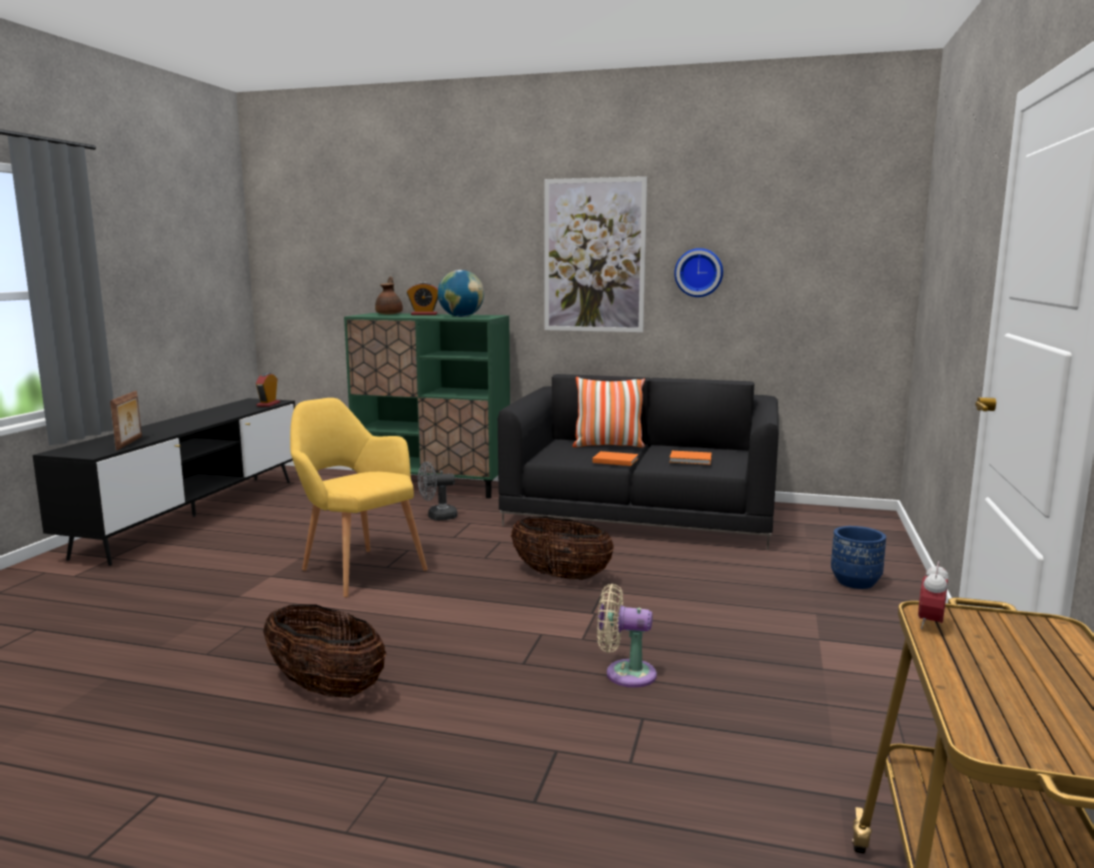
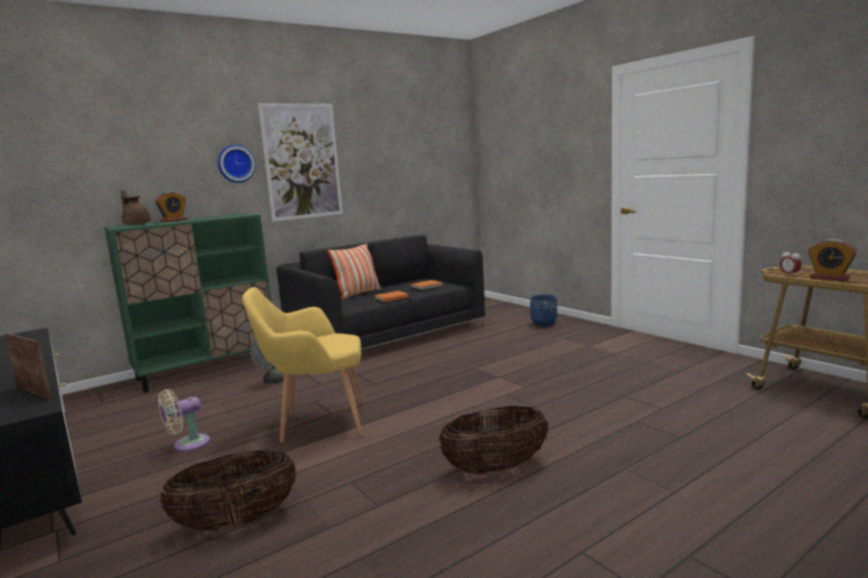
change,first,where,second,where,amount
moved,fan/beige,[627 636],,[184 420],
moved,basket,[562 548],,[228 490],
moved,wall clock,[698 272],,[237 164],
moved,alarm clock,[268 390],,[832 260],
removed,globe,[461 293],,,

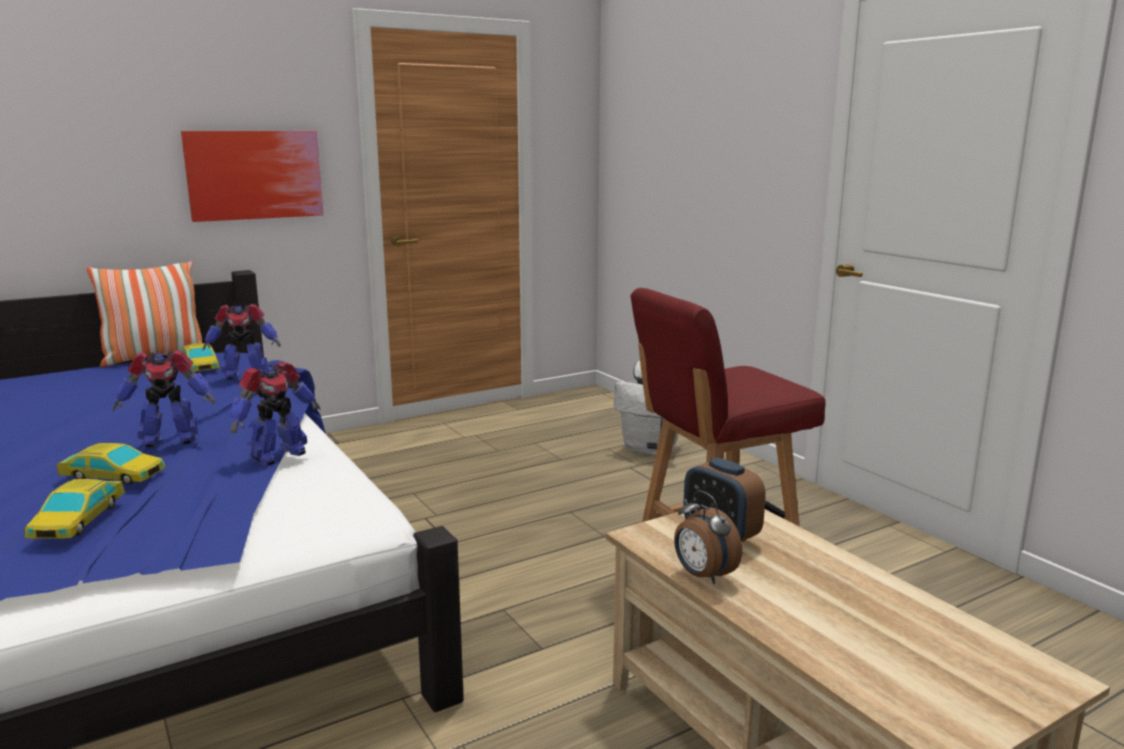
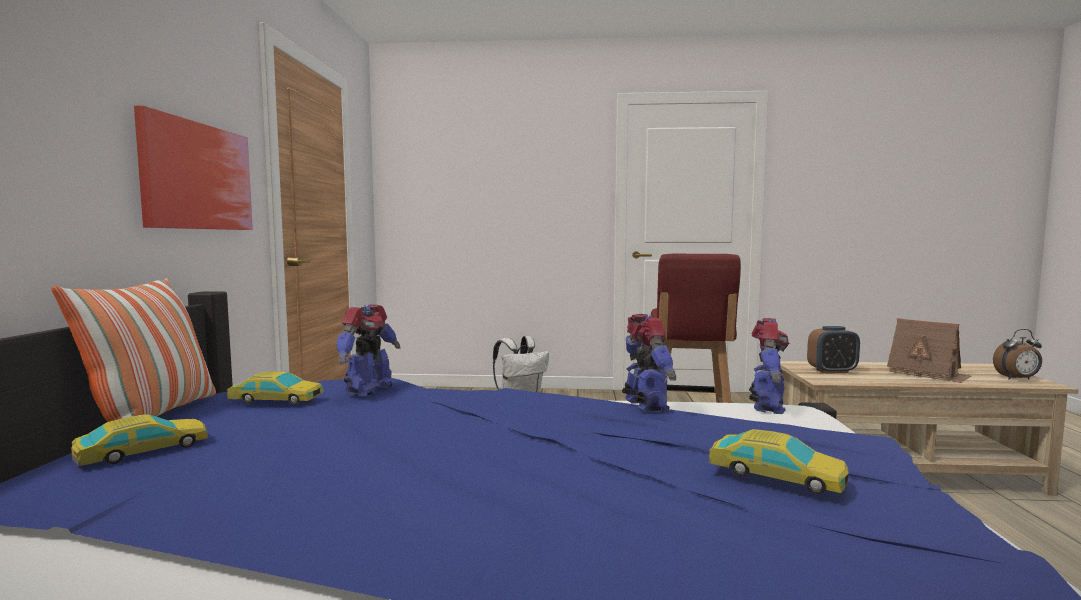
change,first,where,second,where,amount
moved,toy car,[111 464],,[139 440],
moved,toy robot,[164 398],,[769 366],
added,,,toy house,[929 350],
moved,alarm clock,[708 537],,[1017 354],

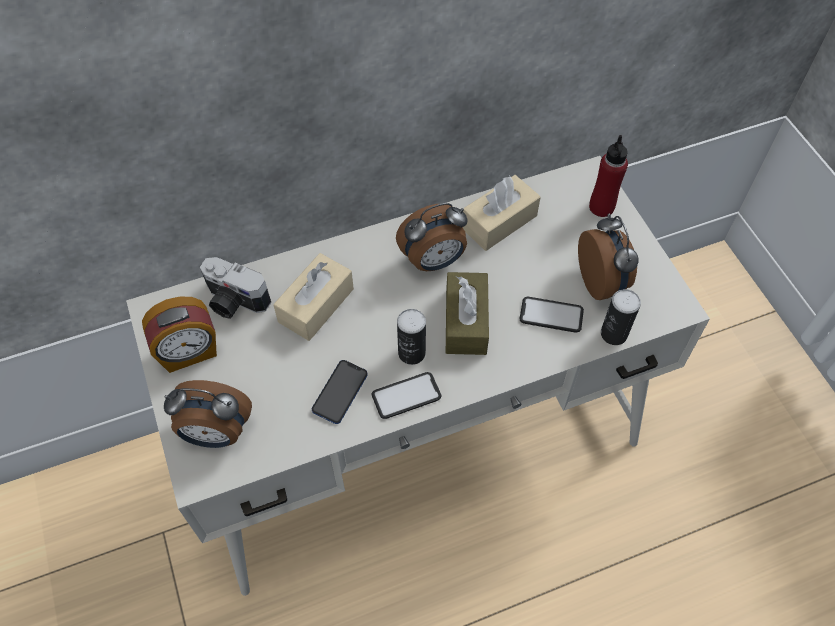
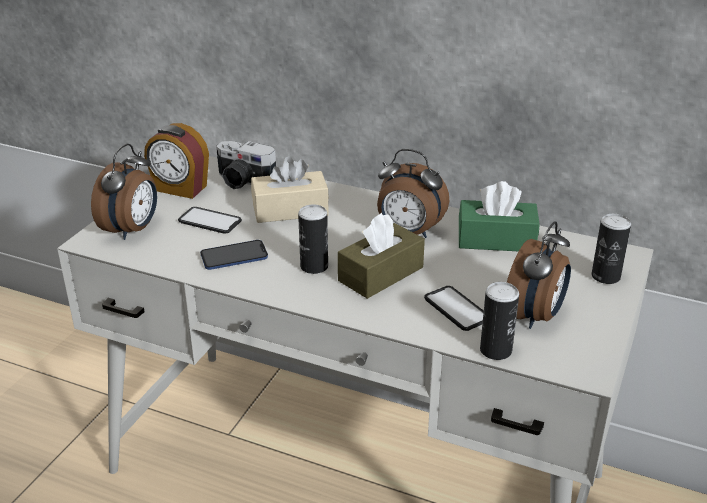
change,first,where,second,where,amount
turned,alarm clock,[208 414],,[124 192],120 degrees counterclockwise
moved,phone,[406 395],,[210 220],
turned,photo camera,[235 288],,[246 165],45 degrees counterclockwise
recoloured,tissue box/beige,[502 213],tissue box/green,[499 216],
replaced,bottle/red,[608 176],can,[611 249],

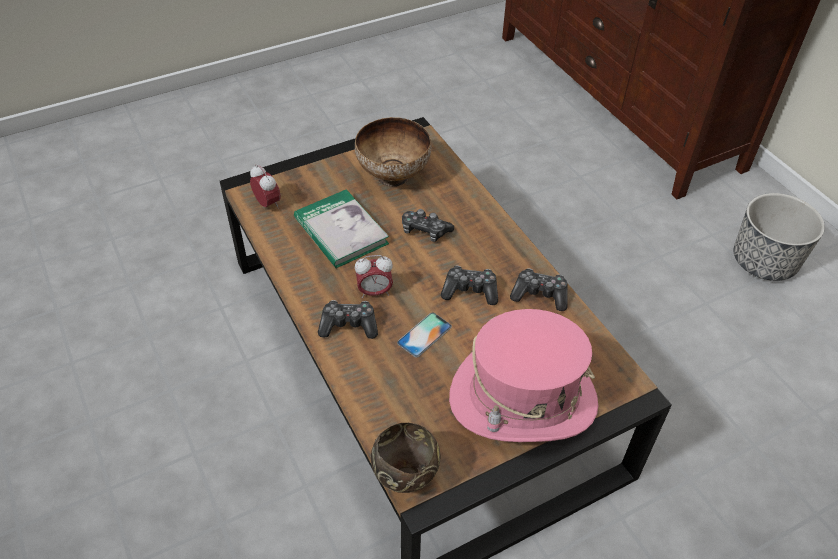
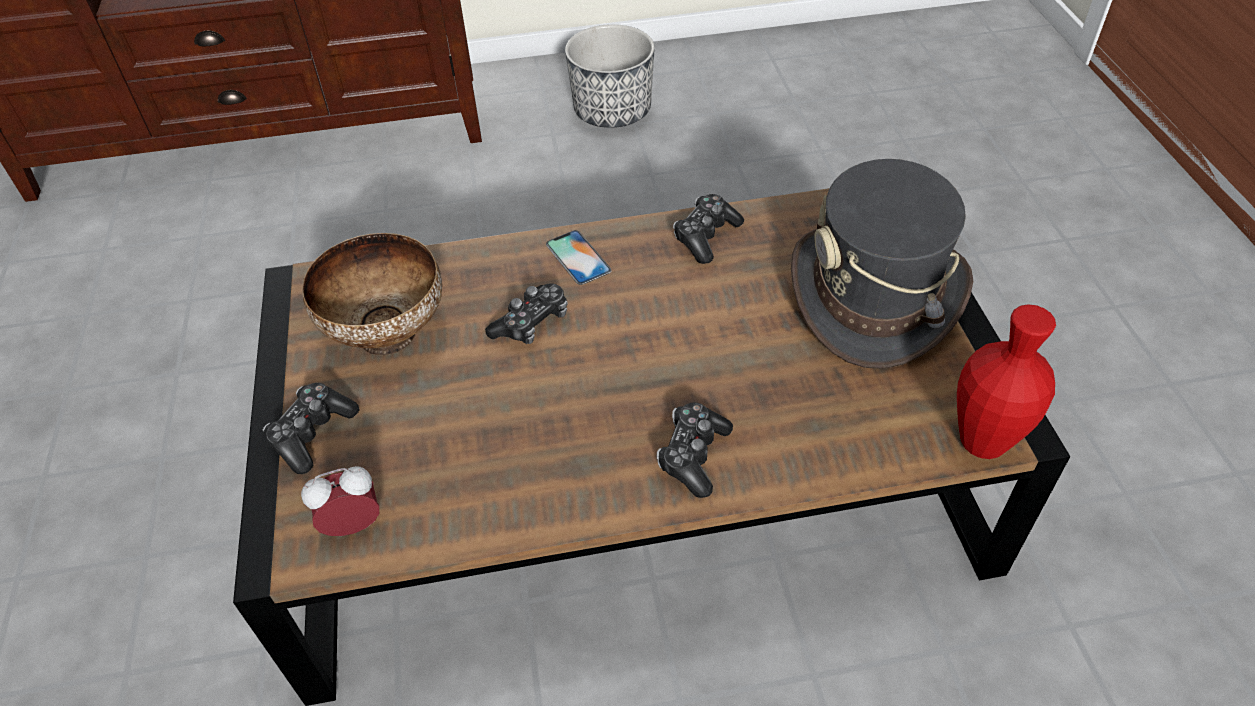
change,first,where,second,where,amount
moved,game controller,[469 285],,[311 428],
moved,phone,[424 335],,[579 257],
recoloured,hat/pink,[523 375],hat/grey,[882 264],
replaced,bowl/brown,[406 458],vase/red,[1006 381],
removed,book,[341 228],,,
removed,alarm clock,[374 276],,,

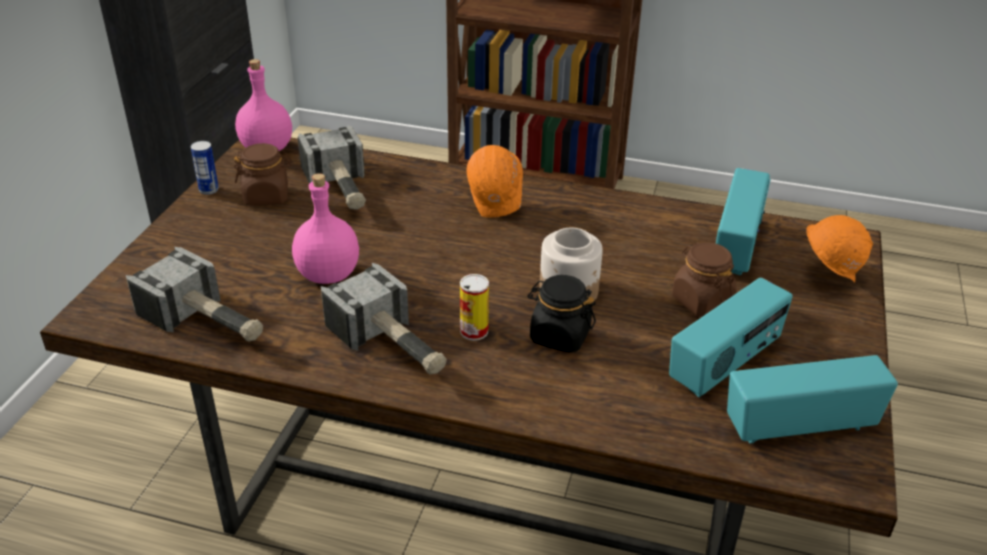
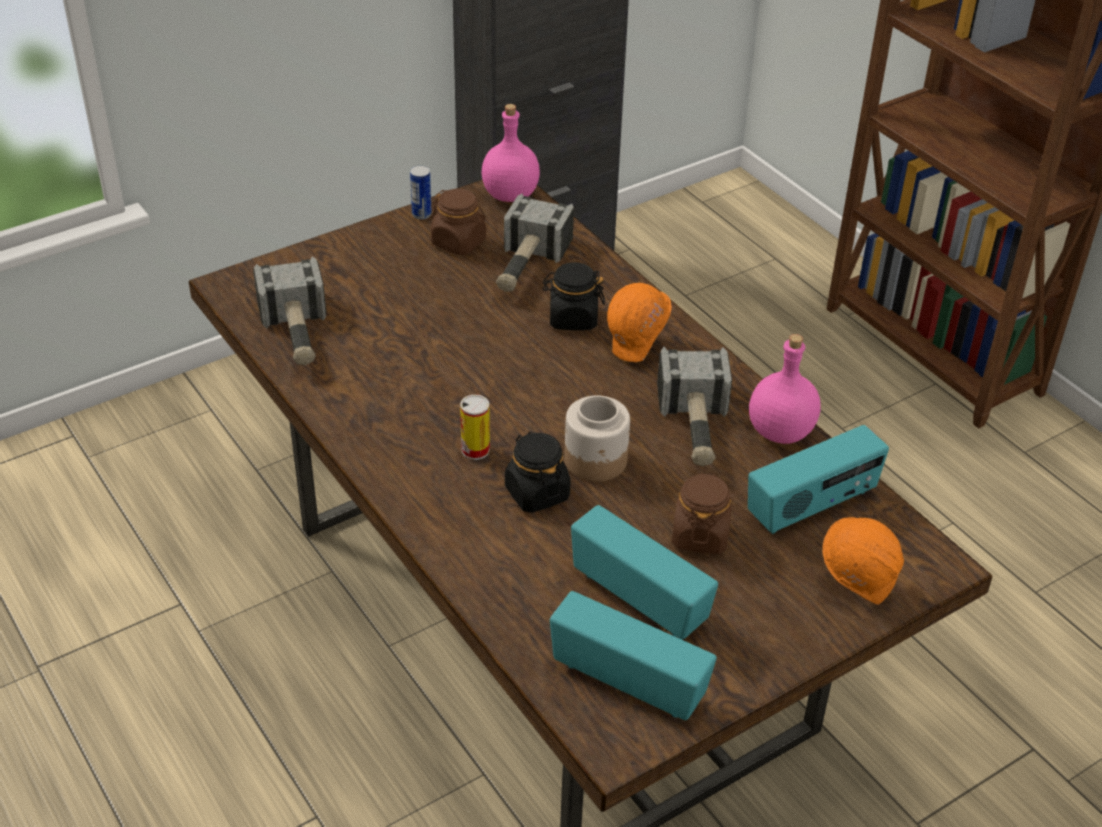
change,first,where,second,where,amount
added,,,jar/black,[574 296],
turned,radio,[731 337],,[644 572],135 degrees counterclockwise
moved,hammer,[384 319],,[694 406],
moved,bottle/pink,[325 228],,[785 389],

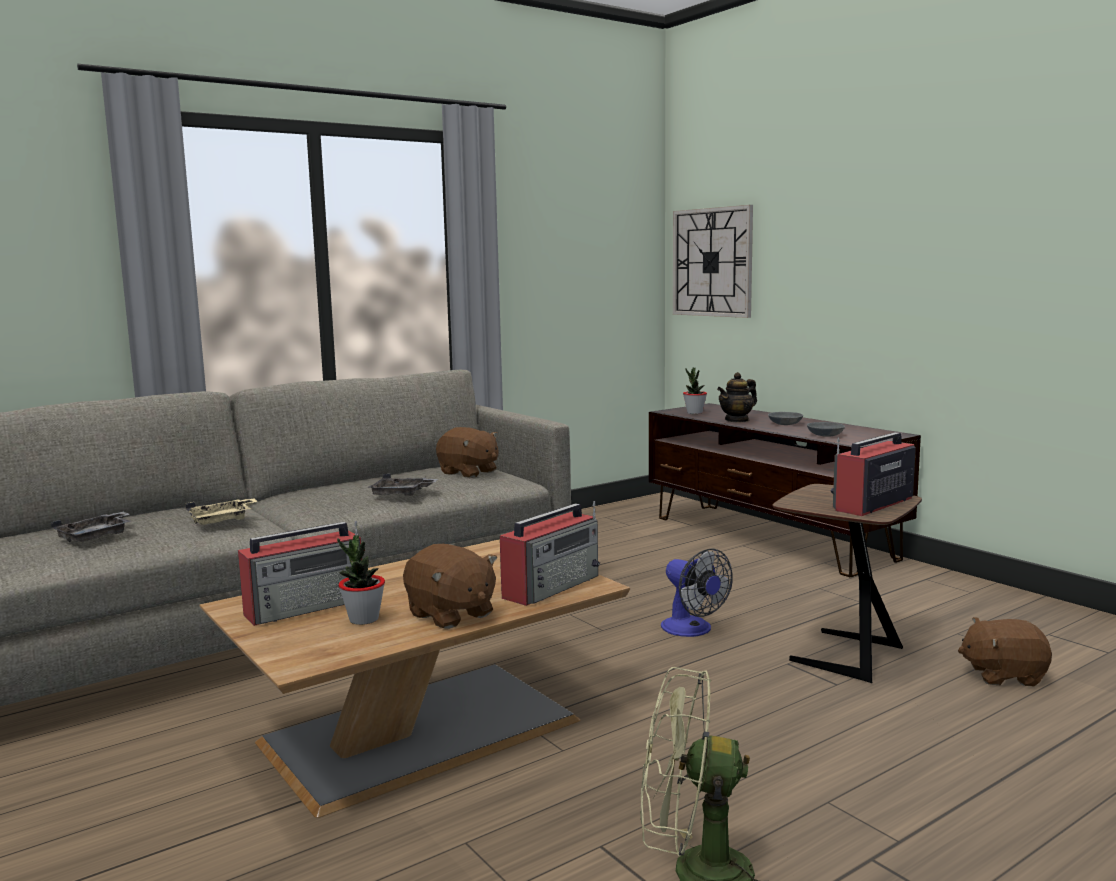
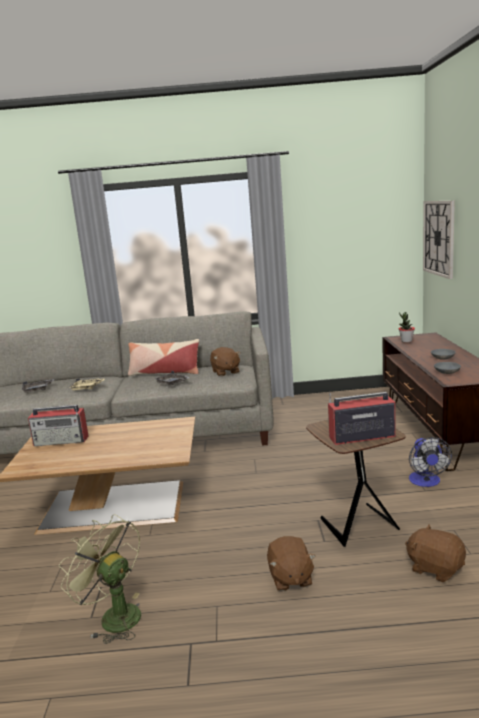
change,first,where,second,where,amount
added,,,pillow,[163 357],
moved,plush toy/brown,[450 586],,[291 563],
moved,fan,[697 593],,[430 462],
removed,potted plant,[361 580],,,
removed,radio,[550 553],,,
removed,teapot,[737 397],,,

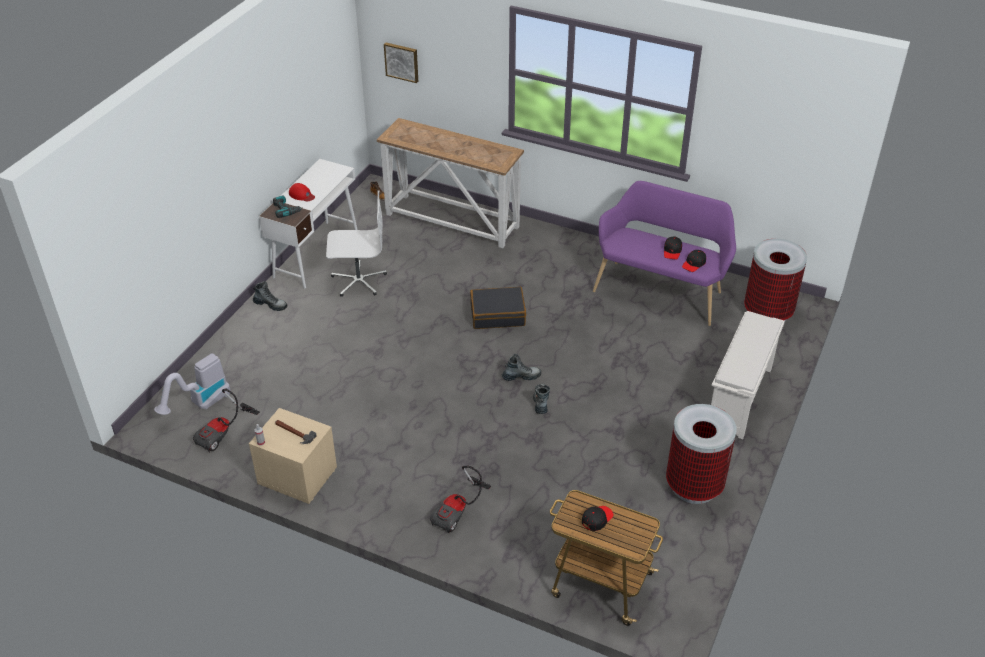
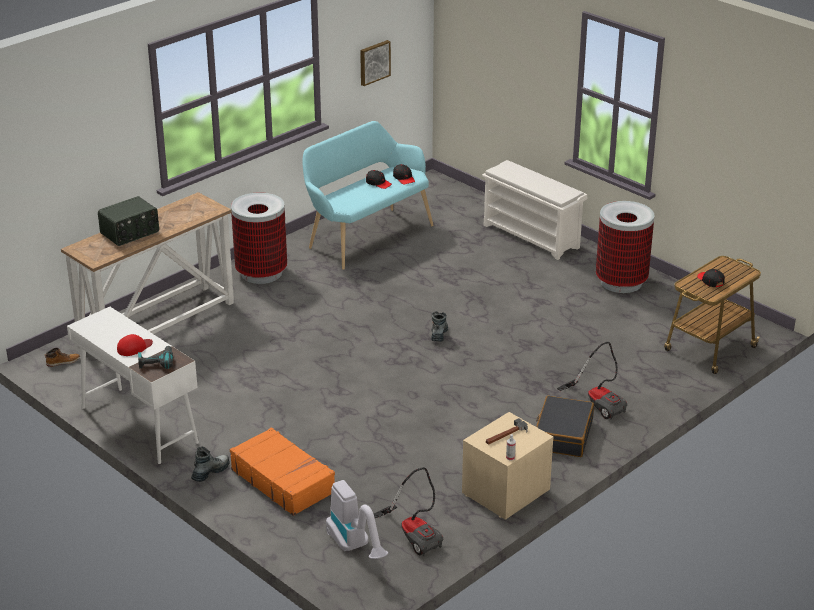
change,first,where,second,where,amount
added,,,radio,[128 221],
added,,,suitcase/orange,[282 472],
moved,trash can,[775 280],,[259 238],
recoloured,bench/purple,[664 253],bench/turquoise,[368 195],
moved,picture,[401 63],,[375 63],
moved,suitcase/black,[498 308],,[565 426],
removed,office chair/white,[356 243],,,
removed,boot,[541 399],,,

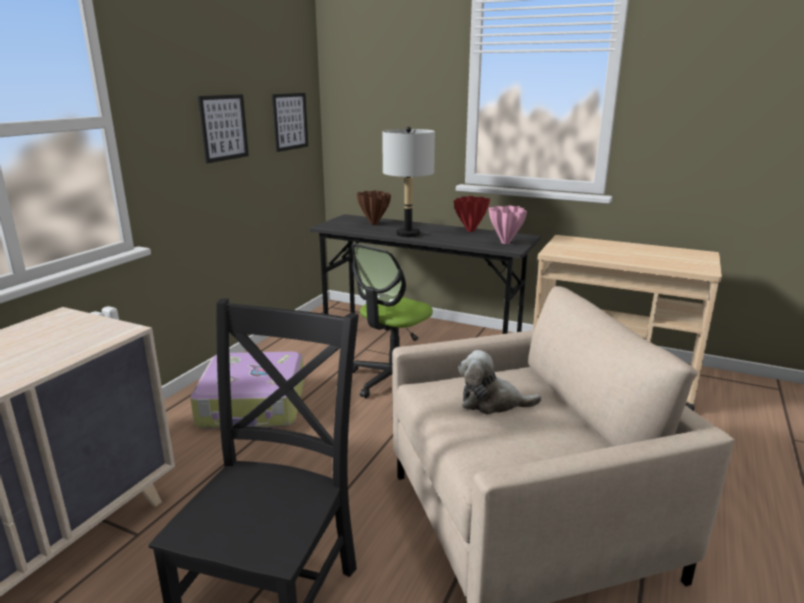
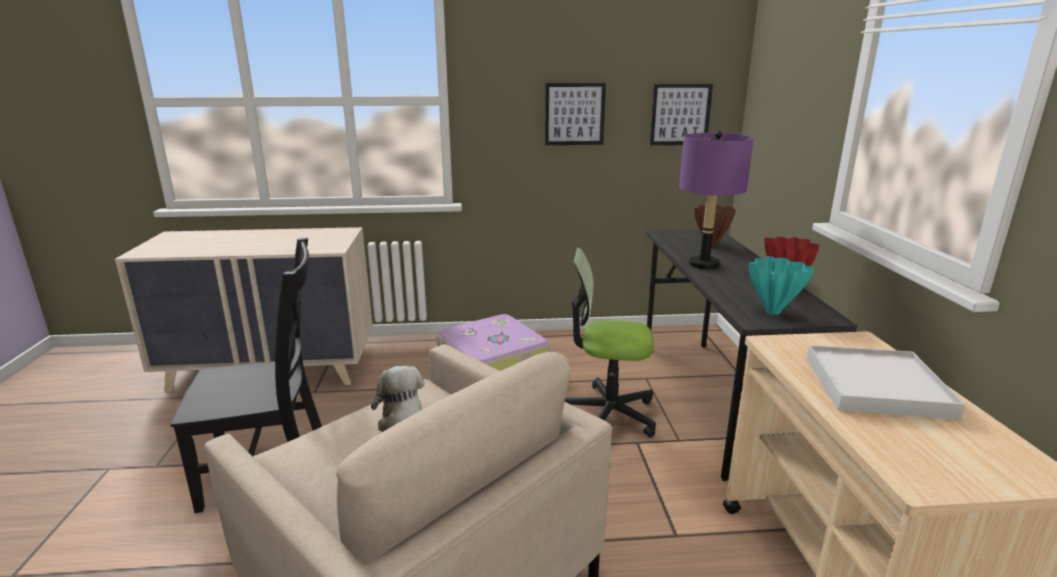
change,first,where,second,where,amount
recoloured,table lamp/grey,[408 182],table lamp/purple,[716 200],
recoloured,vase/pink,[508 224],vase/turquoise,[781 285],
added,,,tray/white,[886 382],

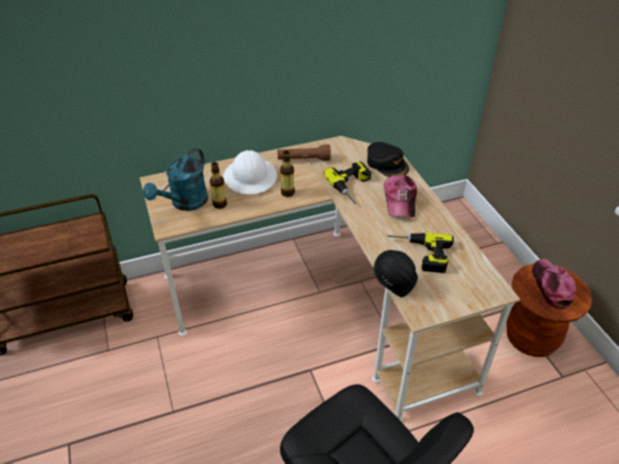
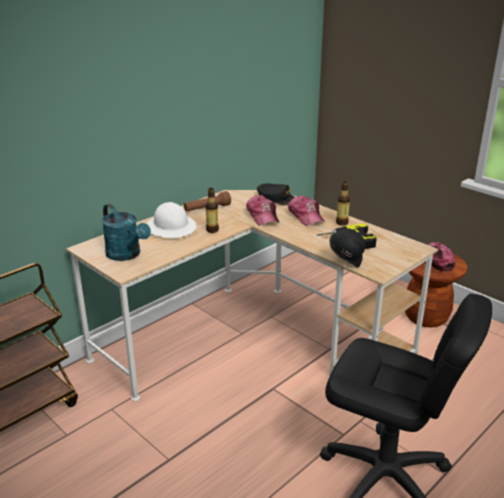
change,first,where,second,where,amount
turned,watering can/turquoise,[175 179],,[126 232],45 degrees counterclockwise
replaced,power drill,[347 182],cap,[262 210],
moved,bottle,[218 185],,[343 203],

